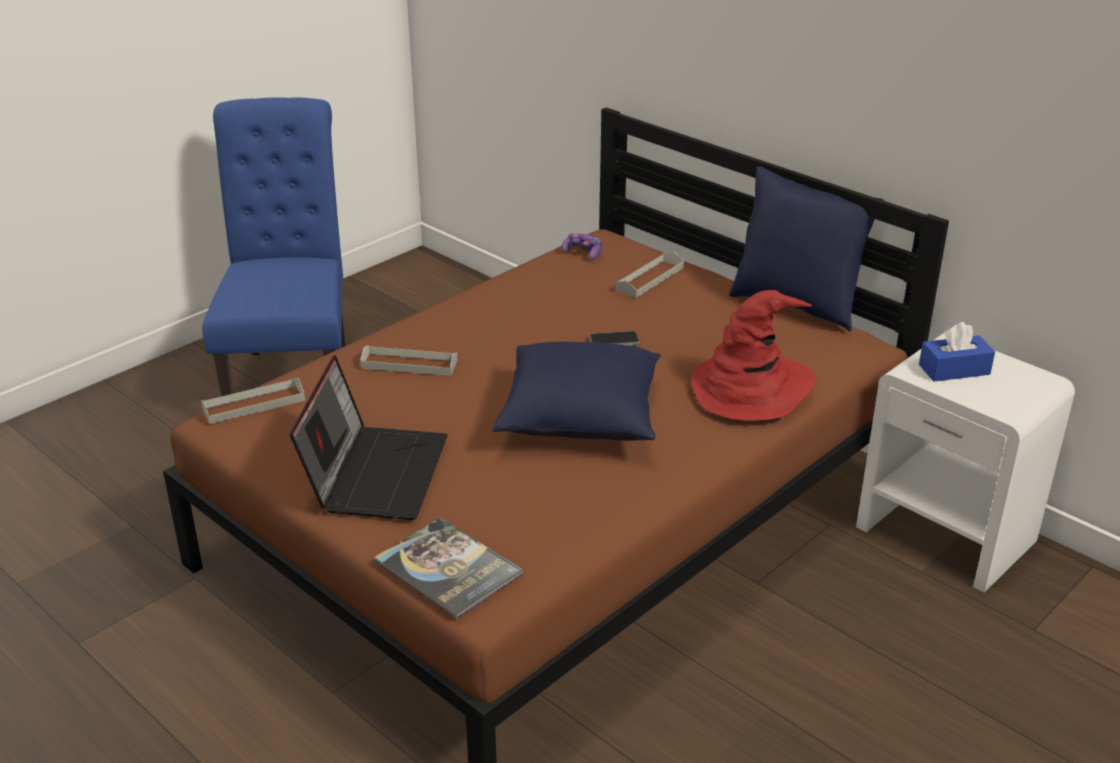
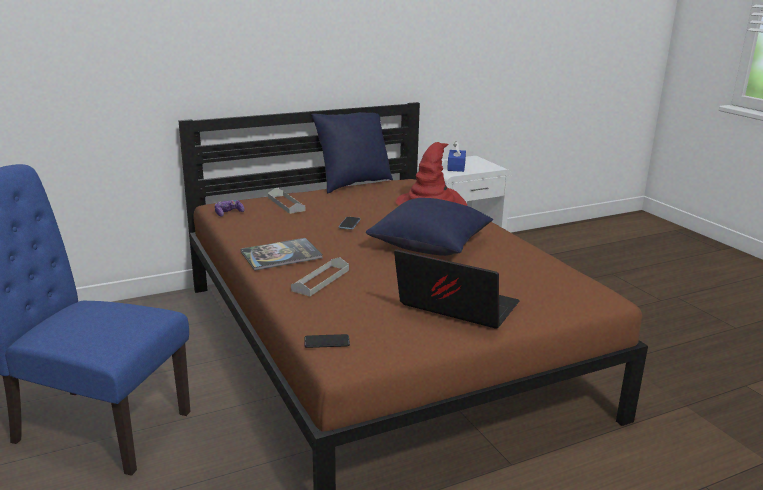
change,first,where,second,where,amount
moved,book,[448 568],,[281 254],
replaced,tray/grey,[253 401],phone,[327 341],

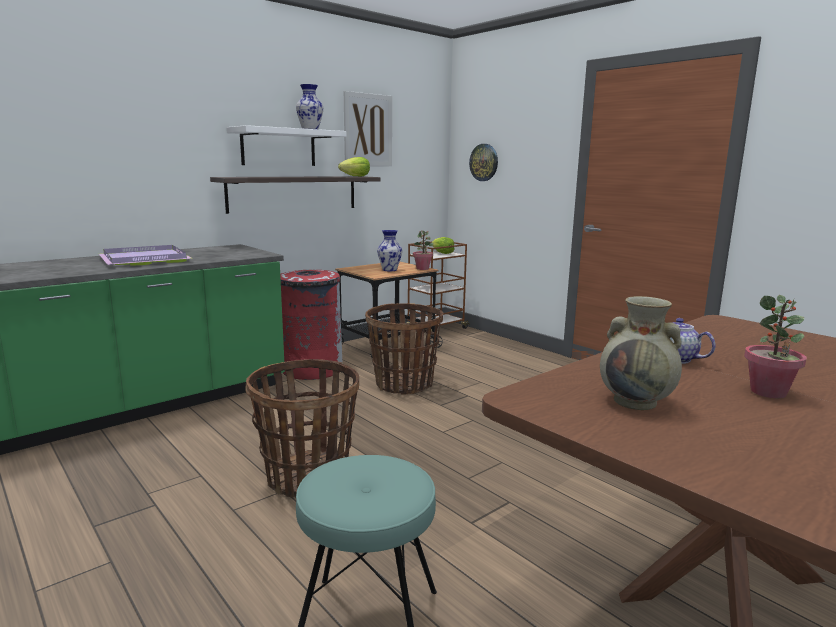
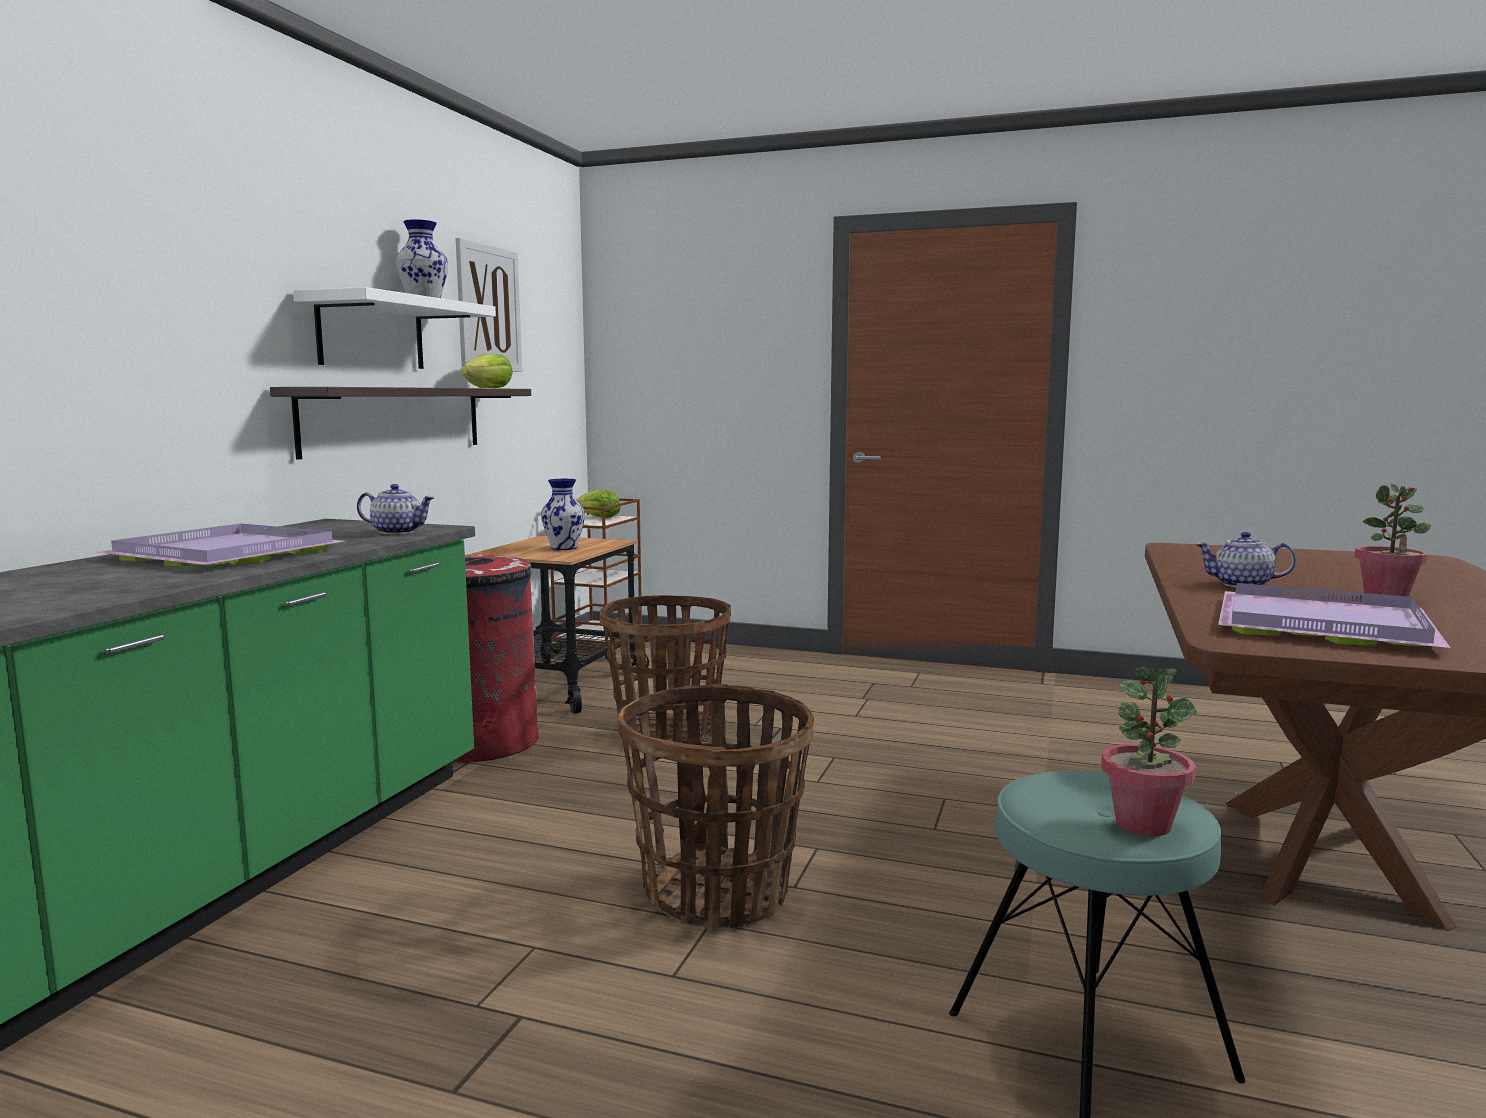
change,first,where,second,where,amount
added,,,teapot,[395 509],
moved,potted plant,[423 250],,[1149 751],
replaced,vase/beige,[641 353],tray/purple,[1334 615],
removed,wall clock,[483 162],,,

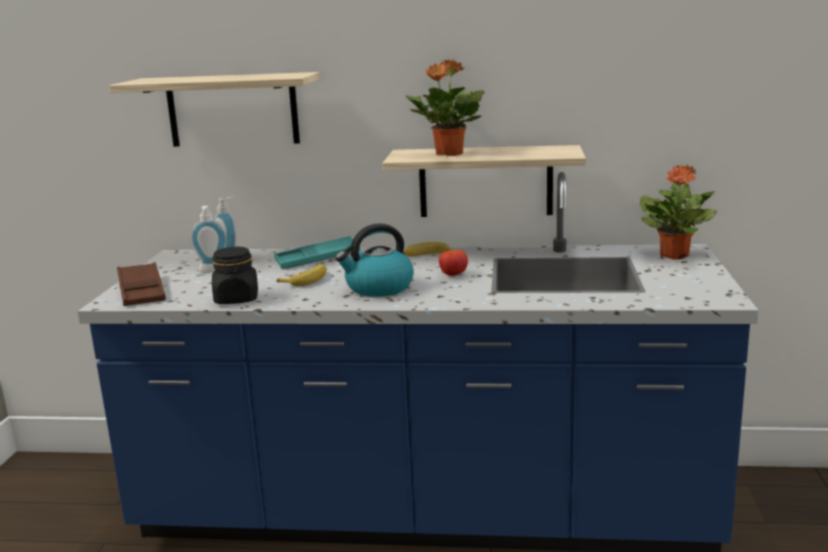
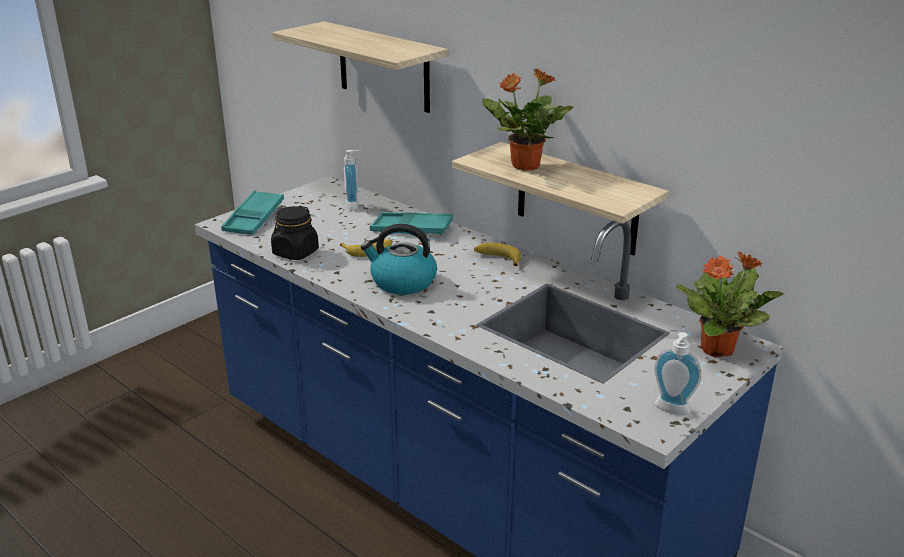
change,first,where,second,where,amount
recoloured,tray/brown,[141 284],tray/turquoise,[252 212],
moved,soap dispenser,[209 239],,[677 373],
removed,tomato,[453 263],,,

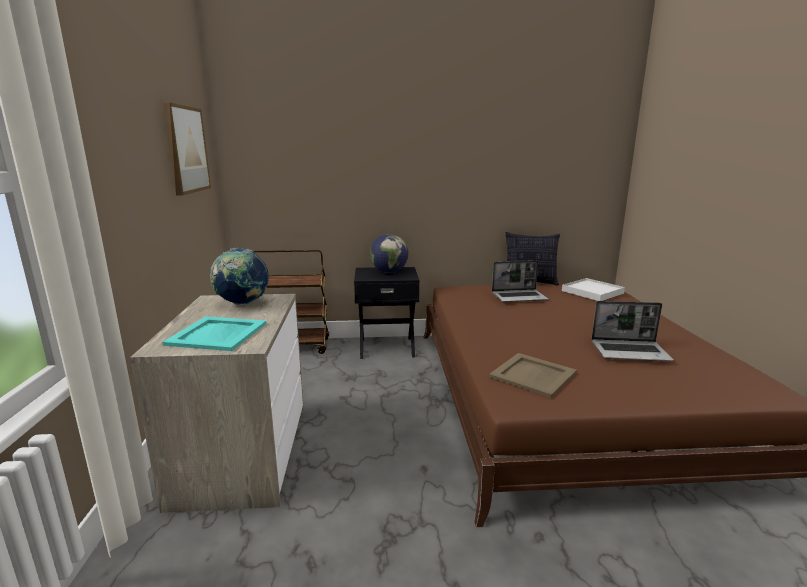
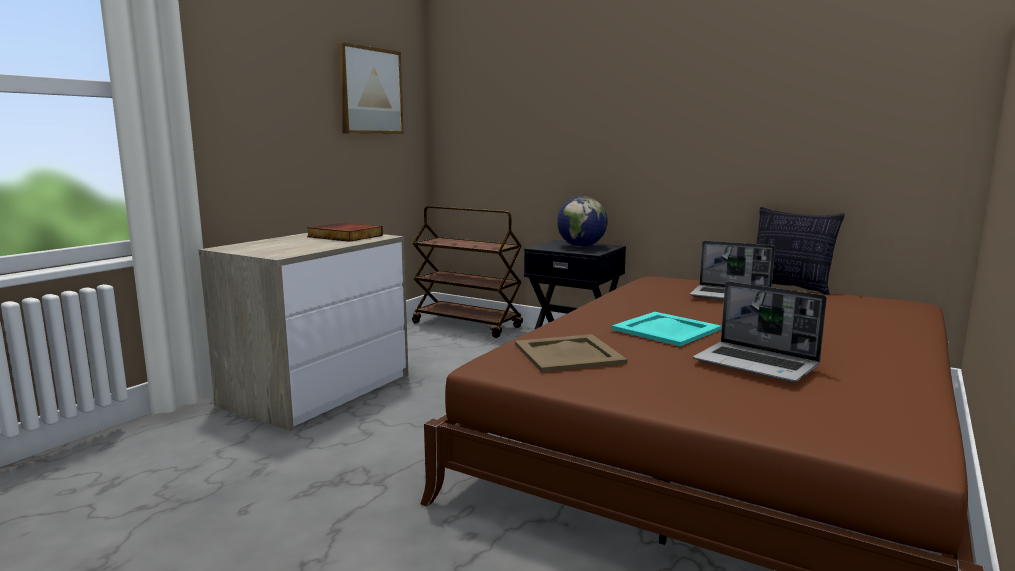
change,first,where,second,where,amount
replaced,globe,[239 276],book,[345 232],
moved,tray/turquoise,[214 333],,[666 329],
removed,tray/white,[593 289],,,

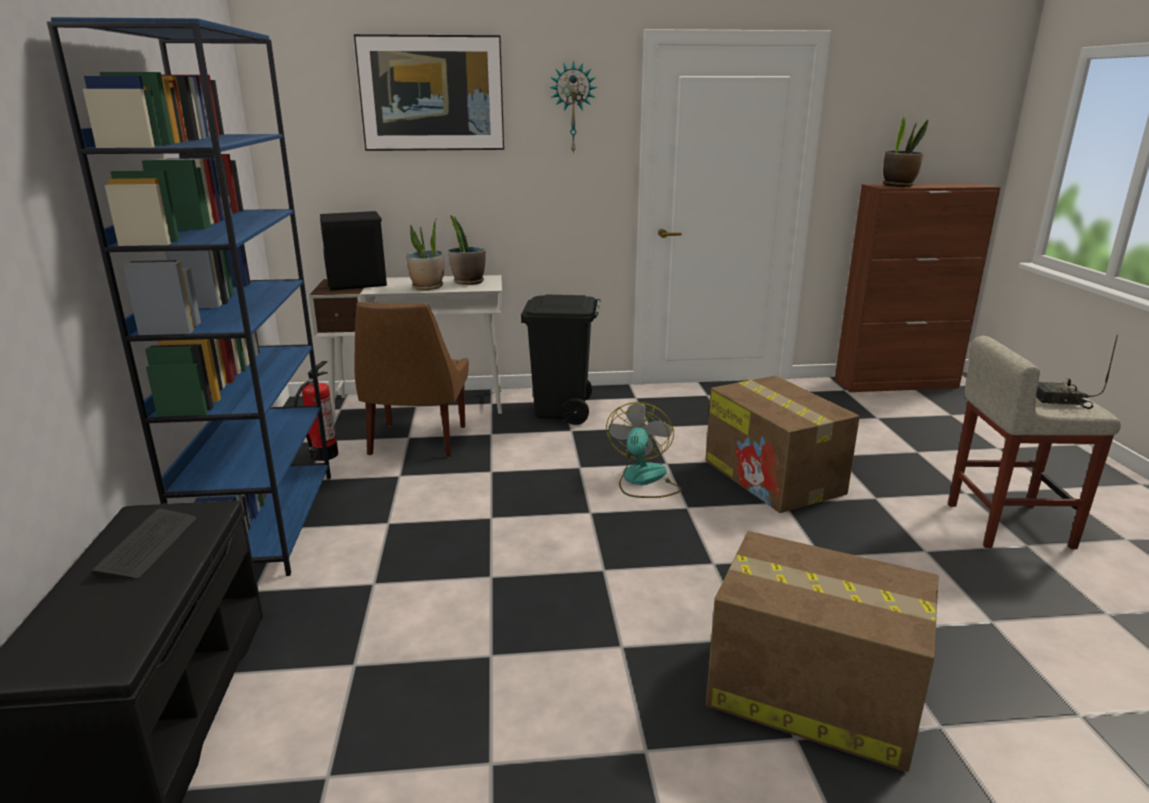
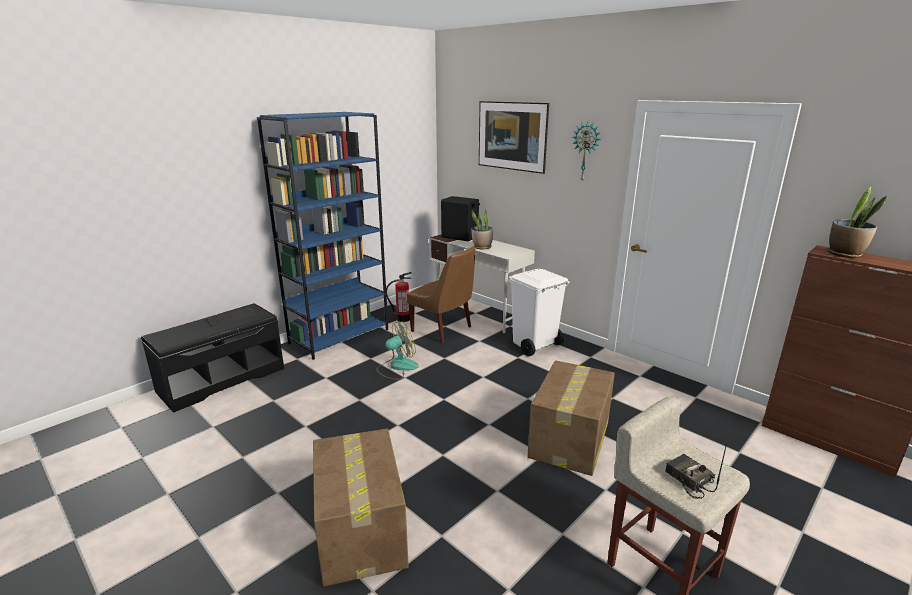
change,first,where,second,where,amount
moved,fan,[644 450],,[398 350],
turned,chair/brown,[411 379],,[440 294],105 degrees counterclockwise
recoloured,trash can/black,[560 360],trash can/white,[539 312],
removed,potted plant,[467 250],,,

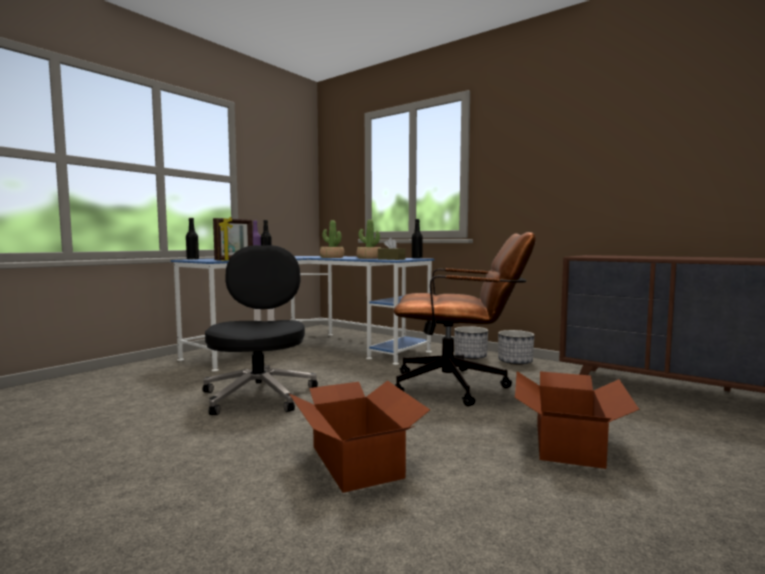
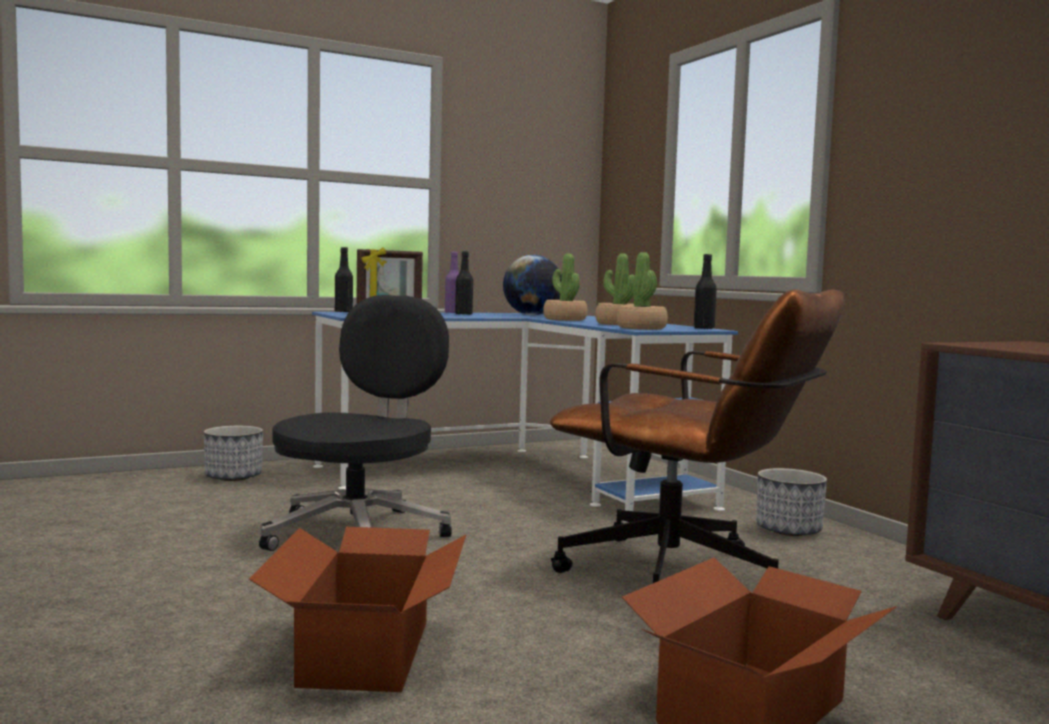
change,first,where,second,where,amount
moved,planter,[516 347],,[233 453],
added,,,globe,[532 285],
replaced,tissue box/brown,[391 249],potted plant,[642 291],

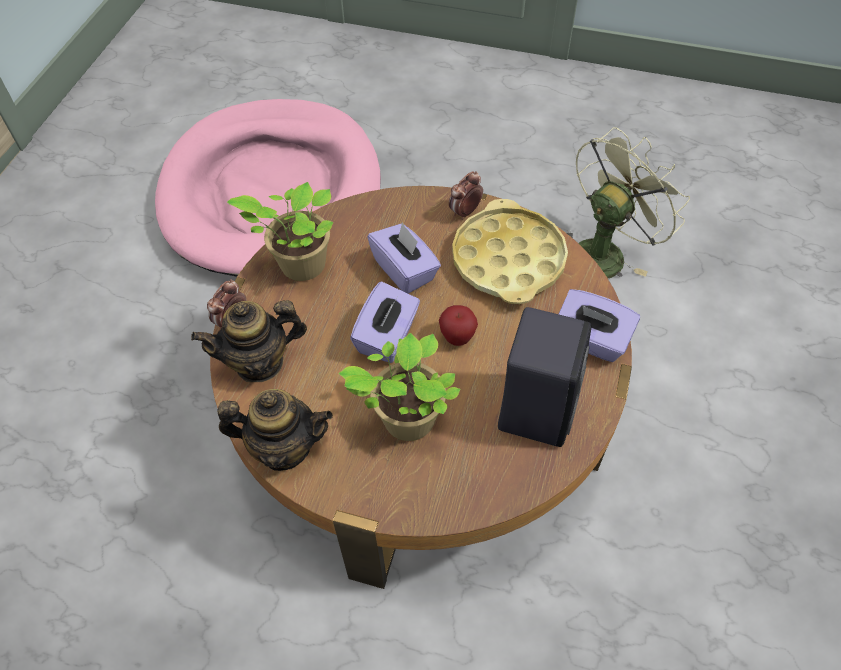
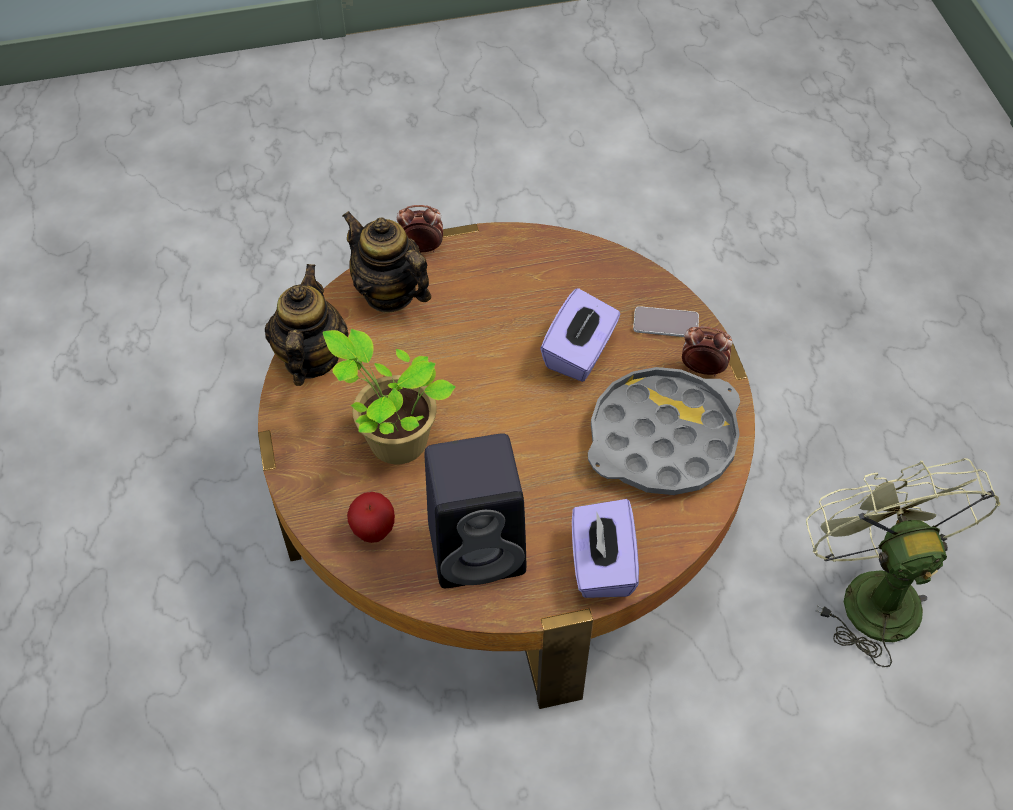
change,first,where,second,where,amount
turned,teapot,[275 430],,[307 325],150 degrees counterclockwise
moved,apple,[458 325],,[371 517],
recoloured,tray/yellow,[510 251],tray/grey,[664 431],
added,,,phone,[666 321],
turned,fan/green,[628 202],,[903 562],120 degrees counterclockwise
removed,dog bed/pink,[268 188],,,
removed,potted plant,[280 231],,,
removed,tissue box/purple,[385 322],,,

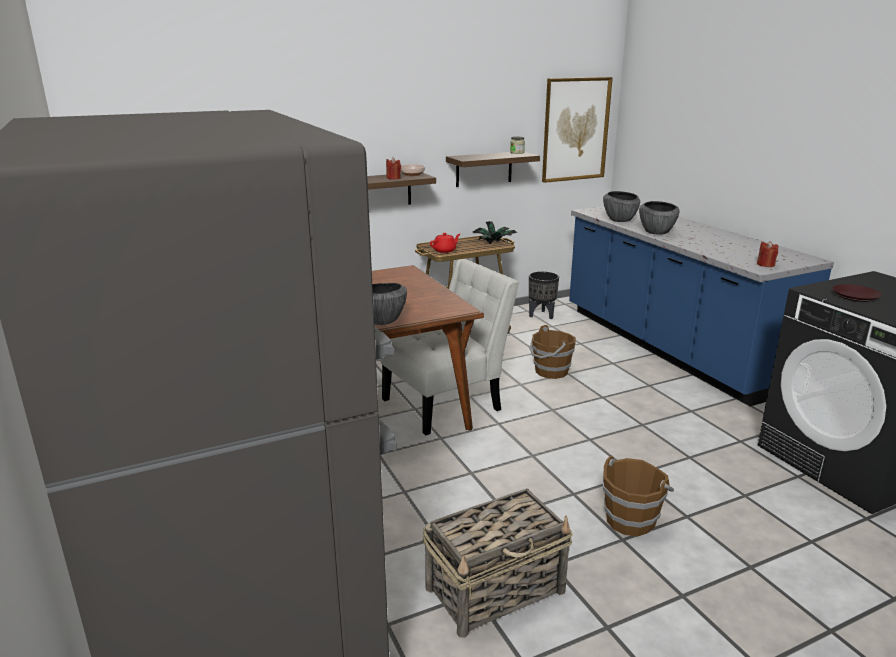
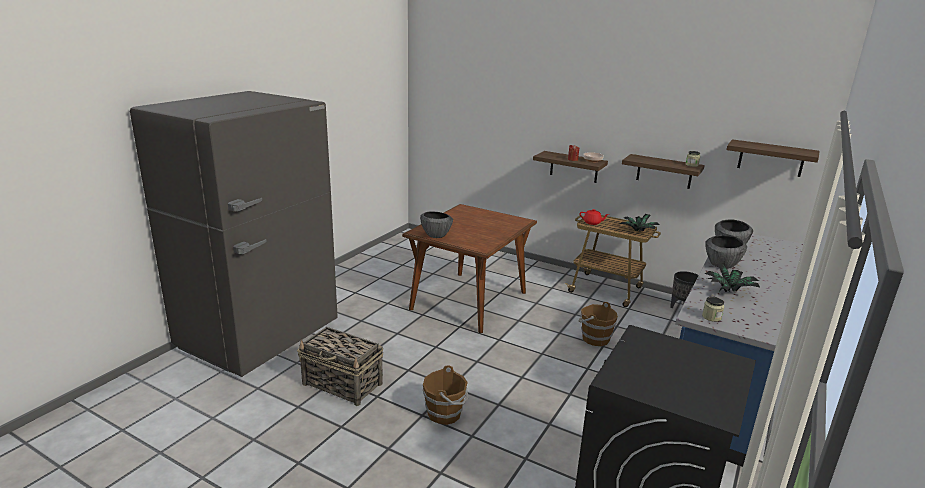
change,first,where,second,where,amount
replaced,candle/red,[767 254],jar,[713 309],
added,,,potted plant,[732 278],
replaced,picture,[577 130],shelf,[772 158],
removed,chair/white,[449 347],,,
removed,plate/brown,[857 293],,,

